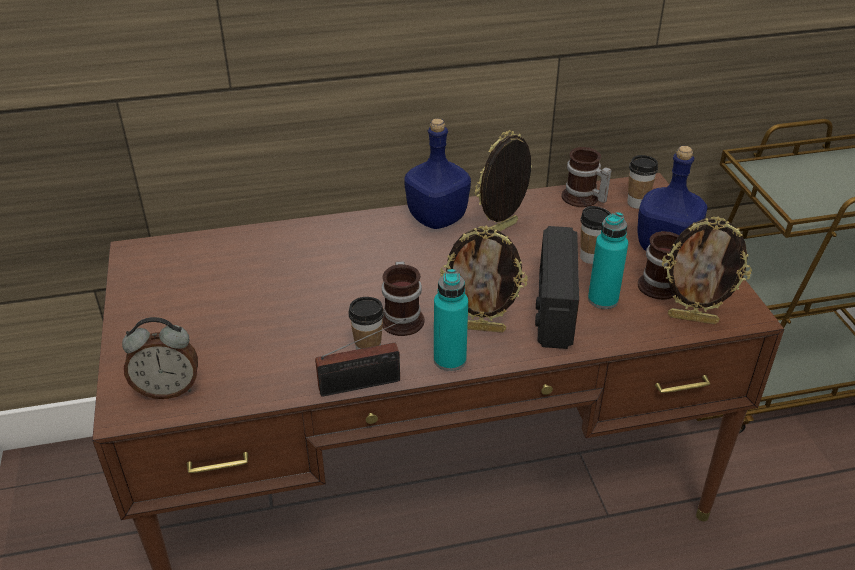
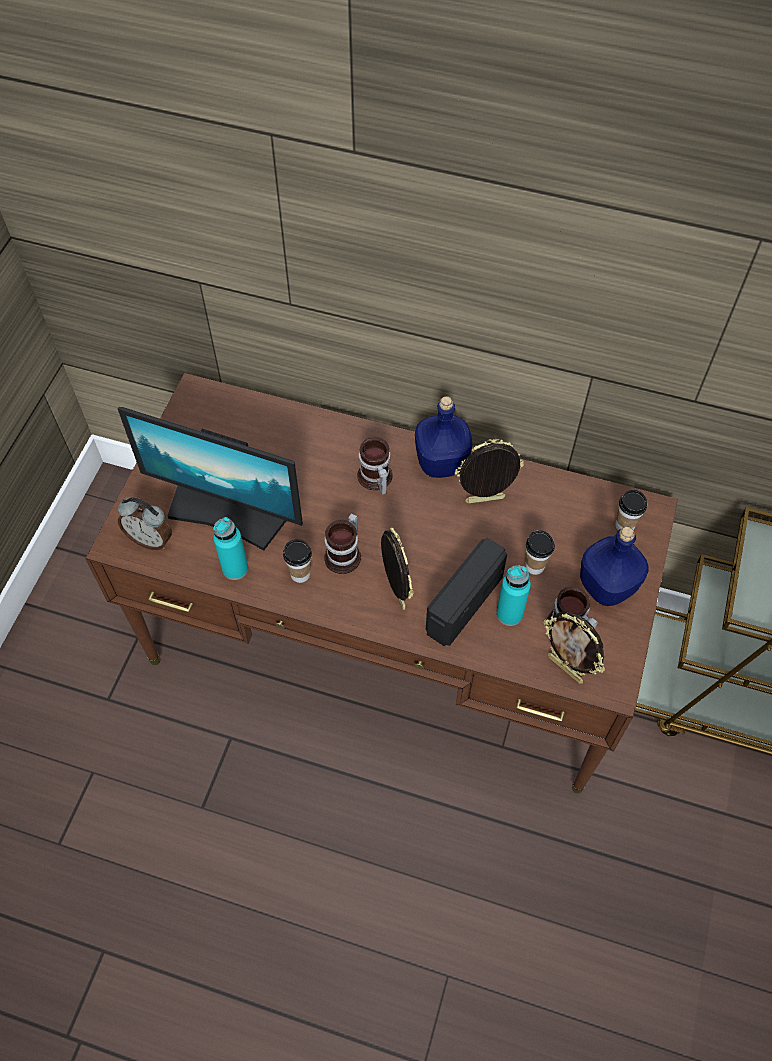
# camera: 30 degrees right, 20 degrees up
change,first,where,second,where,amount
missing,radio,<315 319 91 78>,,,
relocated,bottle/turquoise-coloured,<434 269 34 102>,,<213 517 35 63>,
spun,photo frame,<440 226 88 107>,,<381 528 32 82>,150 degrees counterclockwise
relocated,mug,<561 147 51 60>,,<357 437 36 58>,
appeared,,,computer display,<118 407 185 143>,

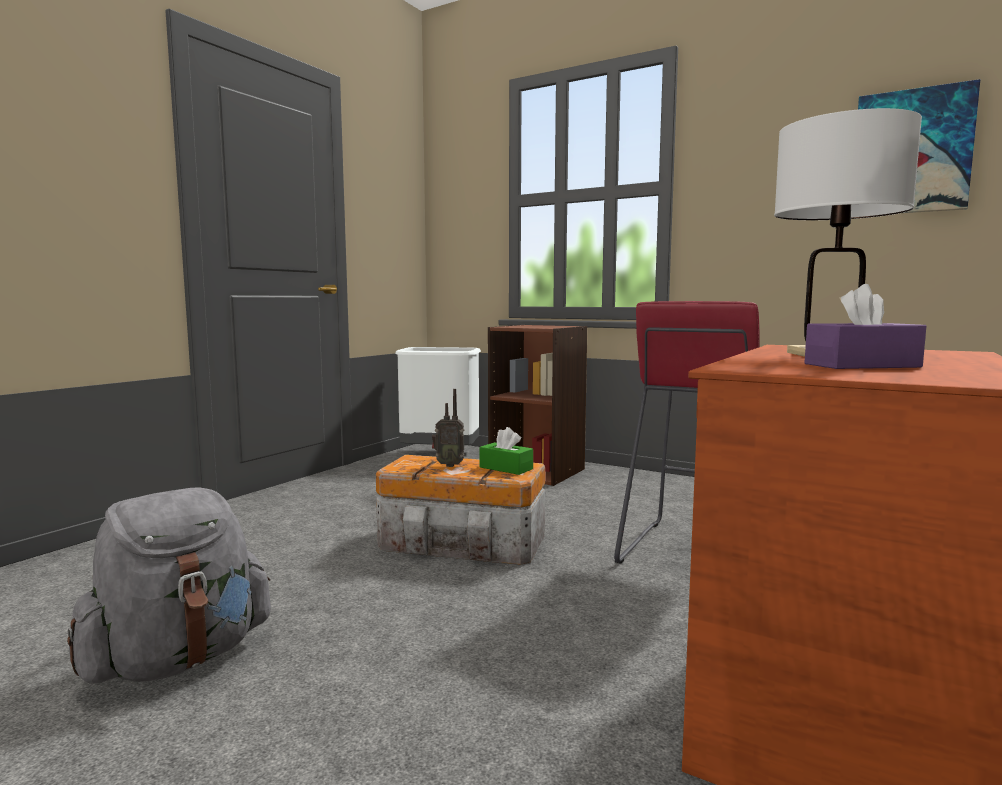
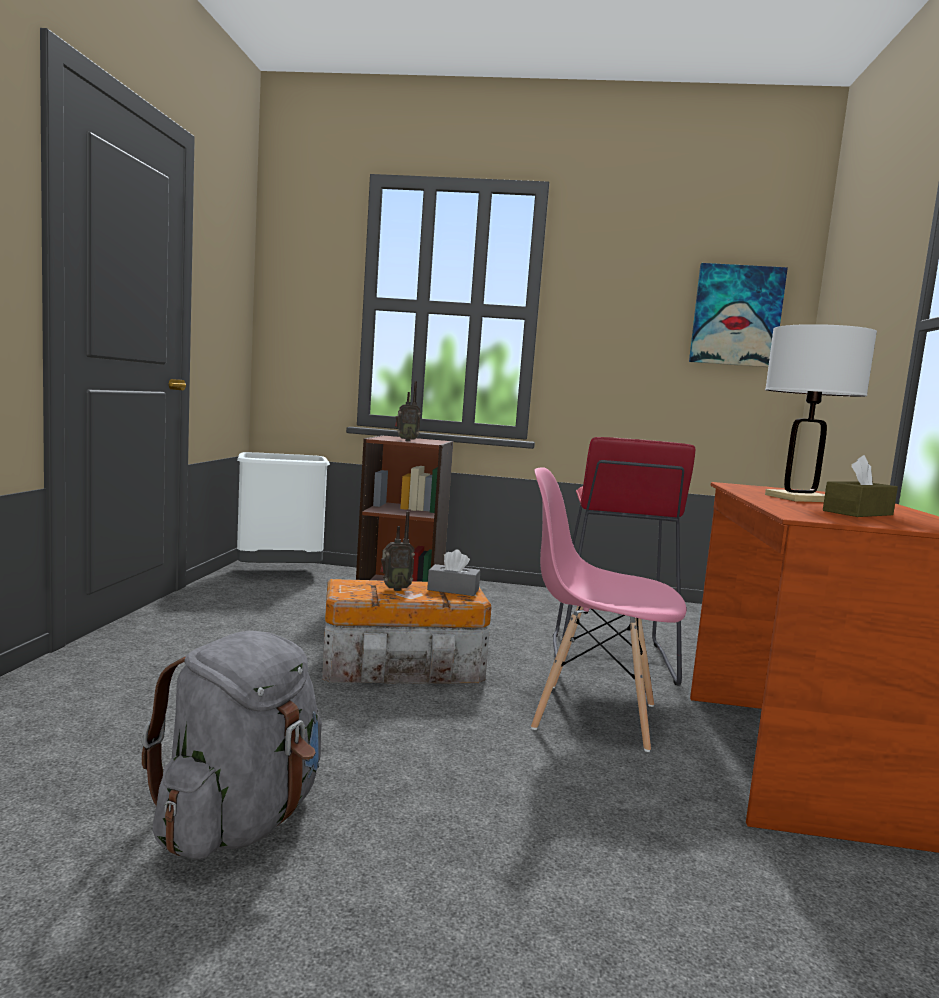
# camera: 25 degrees left, 0 degrees up
change,first,where,second,where,amount
colour,tissue box/greenish,<479 427 54 48>,tissue box/greyish,<427 549 53 47>,
colour,tissue box/purple-coloured,<804 284 123 85>,tissue box/brown-coloured,<823 455 75 62>,
appeared,,,radio,<395 381 26 60>,
appeared,,,upright chair/pink,<531 467 156 285>,

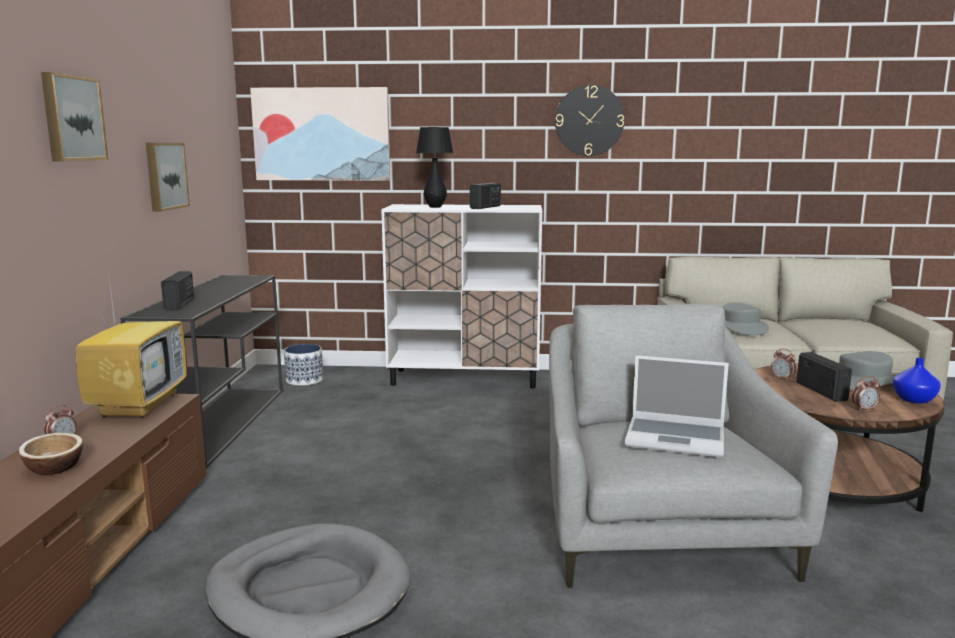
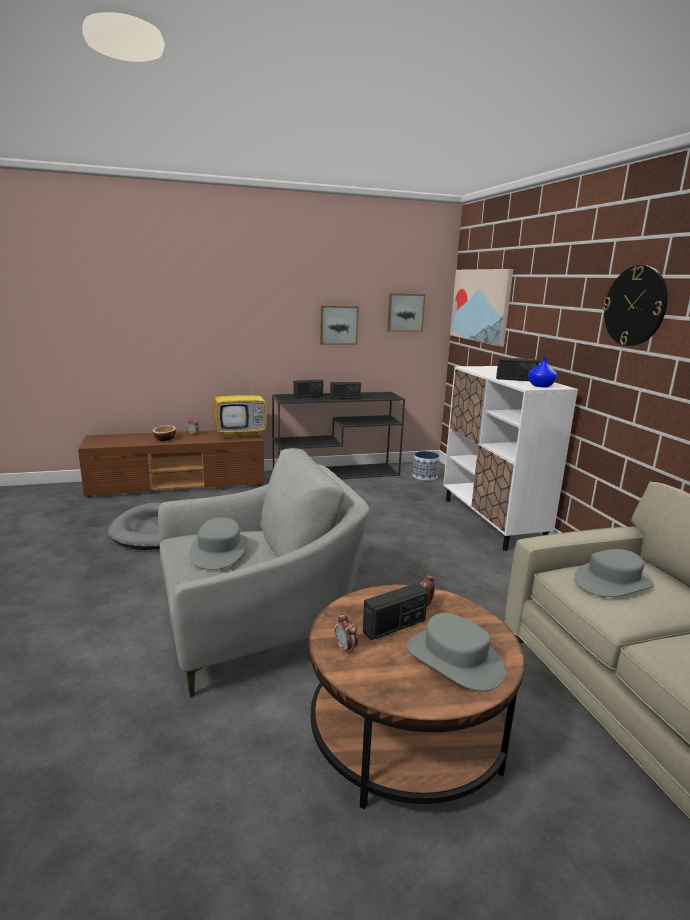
# camera: 70 degrees right, 5 degrees up
change,first,where,second,where,amount
relocated,picture,<41 72 67 89>,,<387 293 38 39>,
missing,table lamp/blackish,<416 127 37 81>,,,
exchanged,laptop,<625 355 104 102>,wearable hat/greyish,<189 518 59 52>,
relocated,vase/blue-coloured,<893 358 48 46>,,<528 357 29 30>,
appeared,,,radio,<330 382 31 17>,

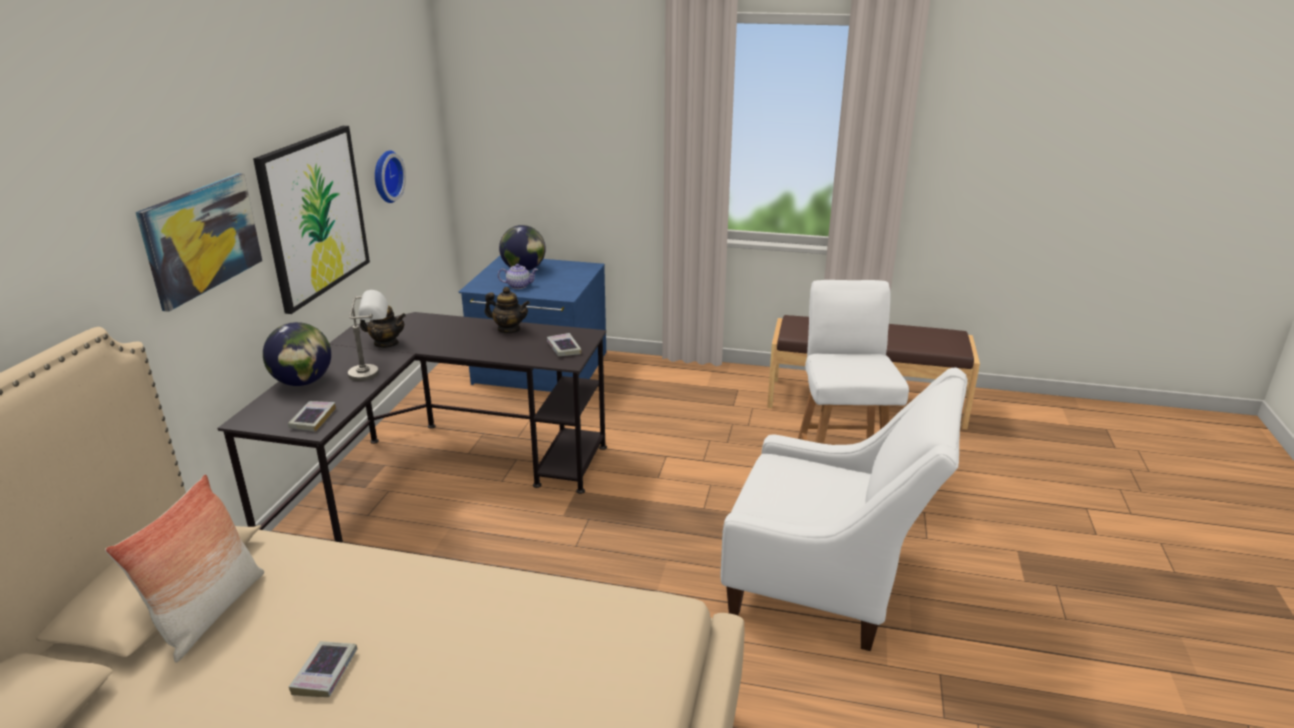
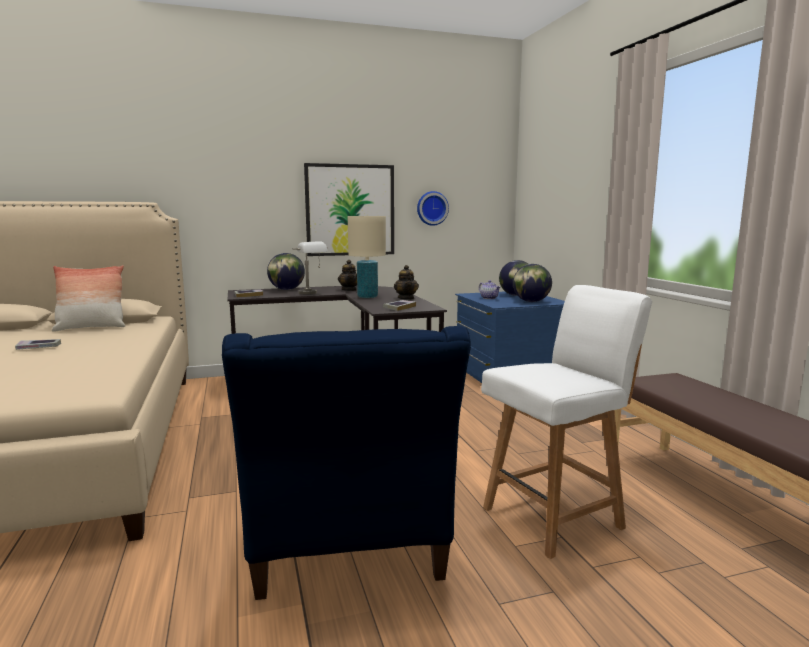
# camera: 60 degrees right, 15 degrees down
change,first,where,second,where,amount
missing,picture,<136 173 126 139>,,,
colour,easy chair/whitish,<720 367 248 284>,easy chair/blue-coloured,<222 326 249 274>,
appeared,,,table lamp/sand-coloured,<348 216 38 82>,
appeared,,,globe,<513 264 39 38>,

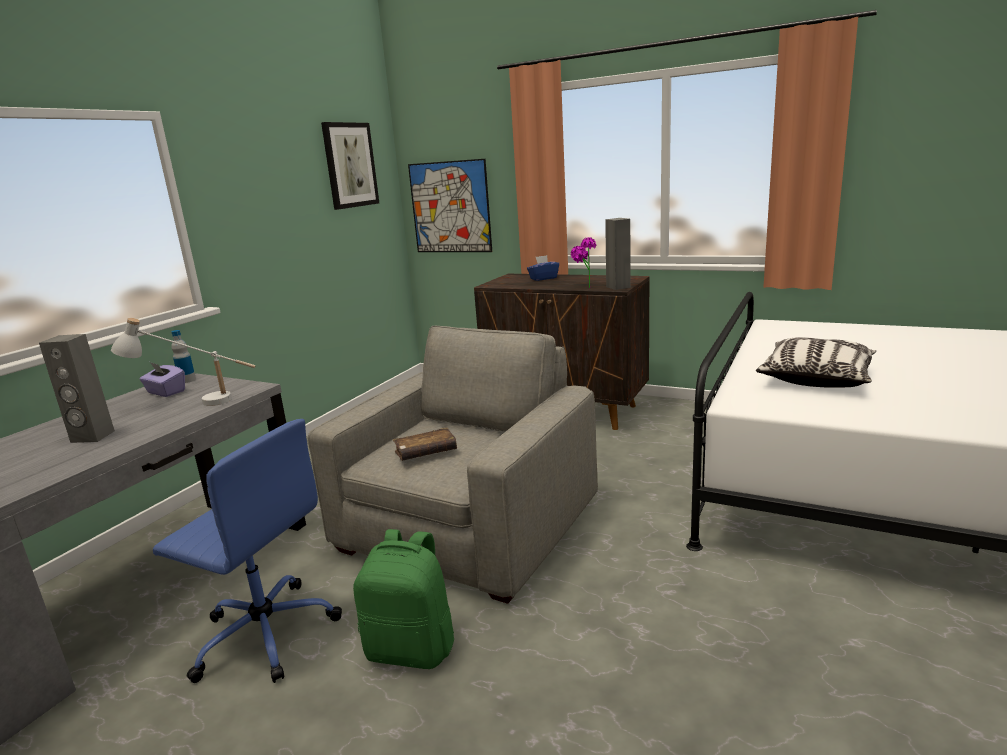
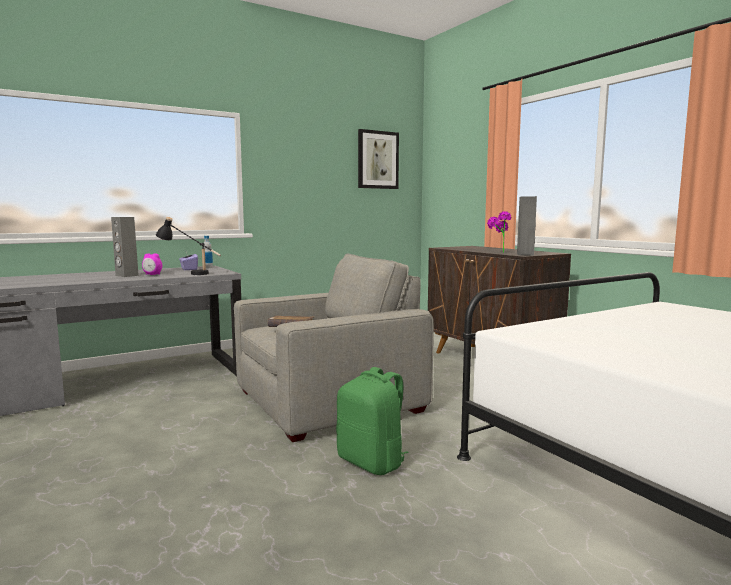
# camera: 30 degrees right, 10 degrees down
change,first,where,second,where,amount
colour,table lamp/whitish,<111 318 145 88>,table lamp/blackish,<156 217 65 58>,
missing,desk chair/blue-coloured,<153 419 189 264>,,,
relocated,rucksack/greenish,<353 529 101 140>,,<336 367 73 108>,
missing,picture,<408 159 84 93>,,,
missing,tissue box/blue-coloured,<527 255 32 26>,,,
missing,pillow,<756 337 120 51>,,,
appeared,,,table clock,<142 253 20 22>,

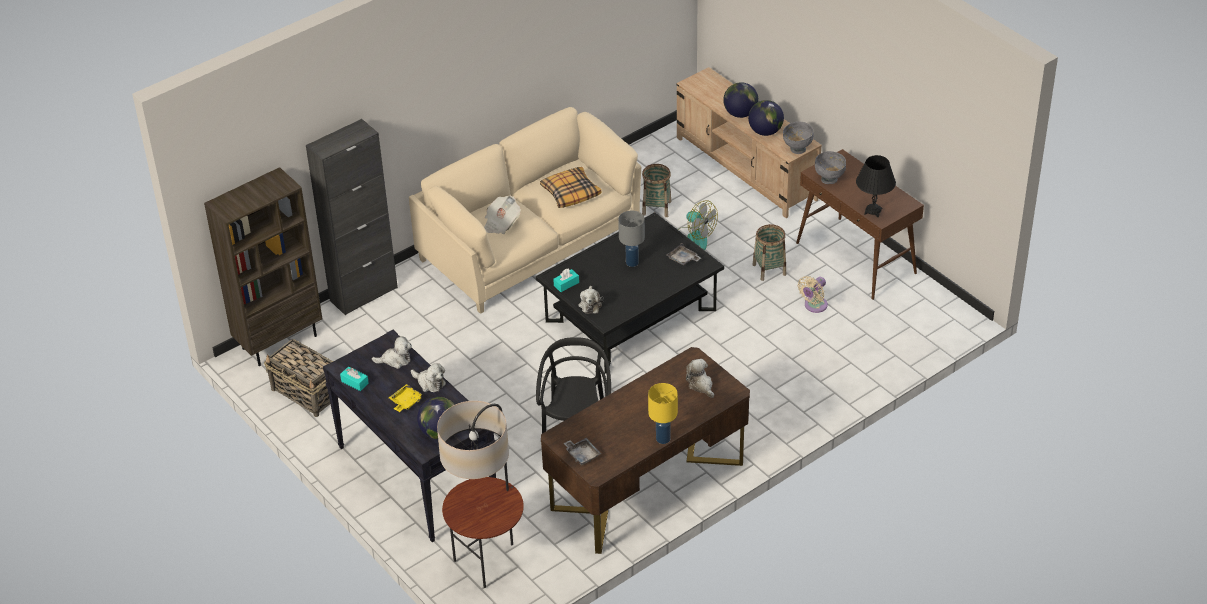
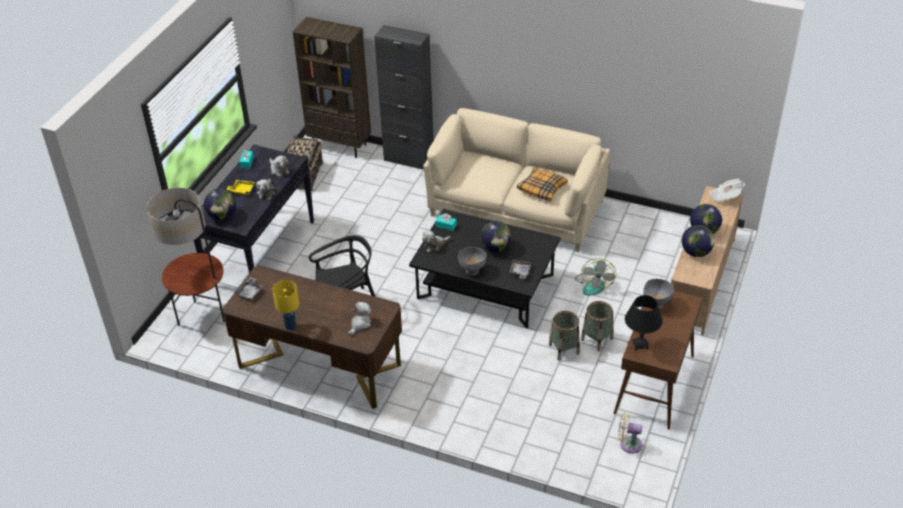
# camera: 60 degrees right, 0 degrees up
change,first,where,second,where,amount
relocated,newspaper,<484 196 37 38>,,<709 179 36 23>,
exchanged,table lamp/greyish,<618 211 27 56>,globe,<480 221 31 31>,
relocated,basket,<642 164 29 53>,,<549 311 31 50>,
relocated,serving bowl/greyish,<783 122 31 32>,,<458 247 28 28>,
relocated,cooling fan/sand-coloured,<798 276 30 37>,,<618 412 24 42>,

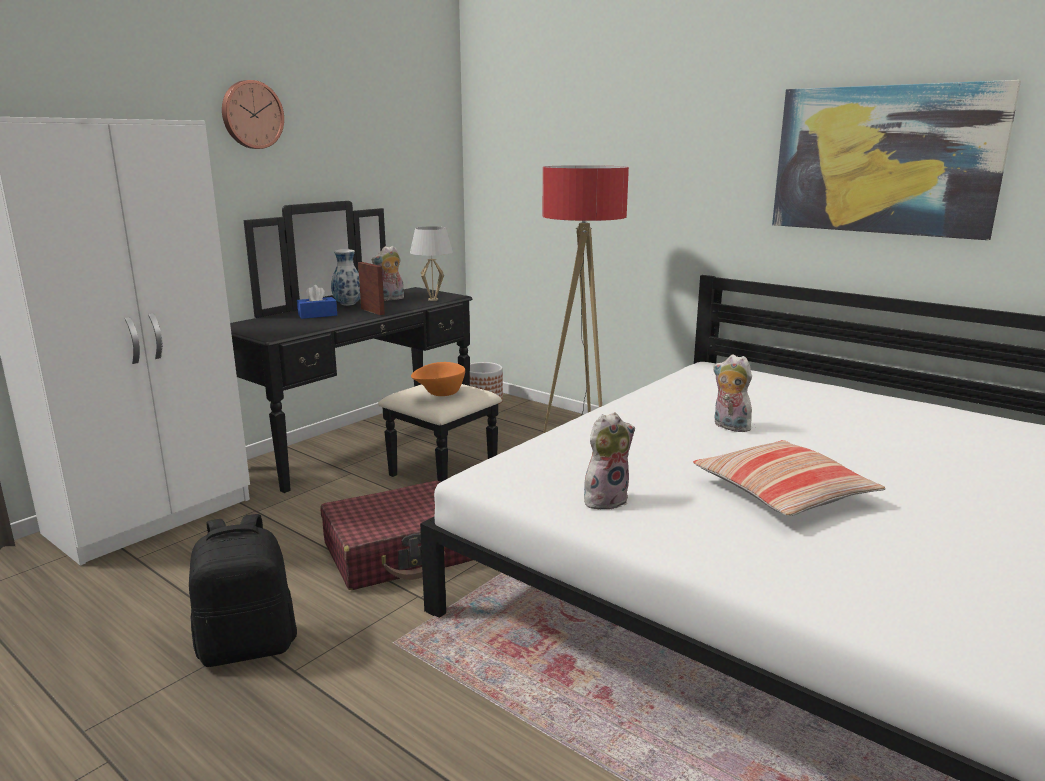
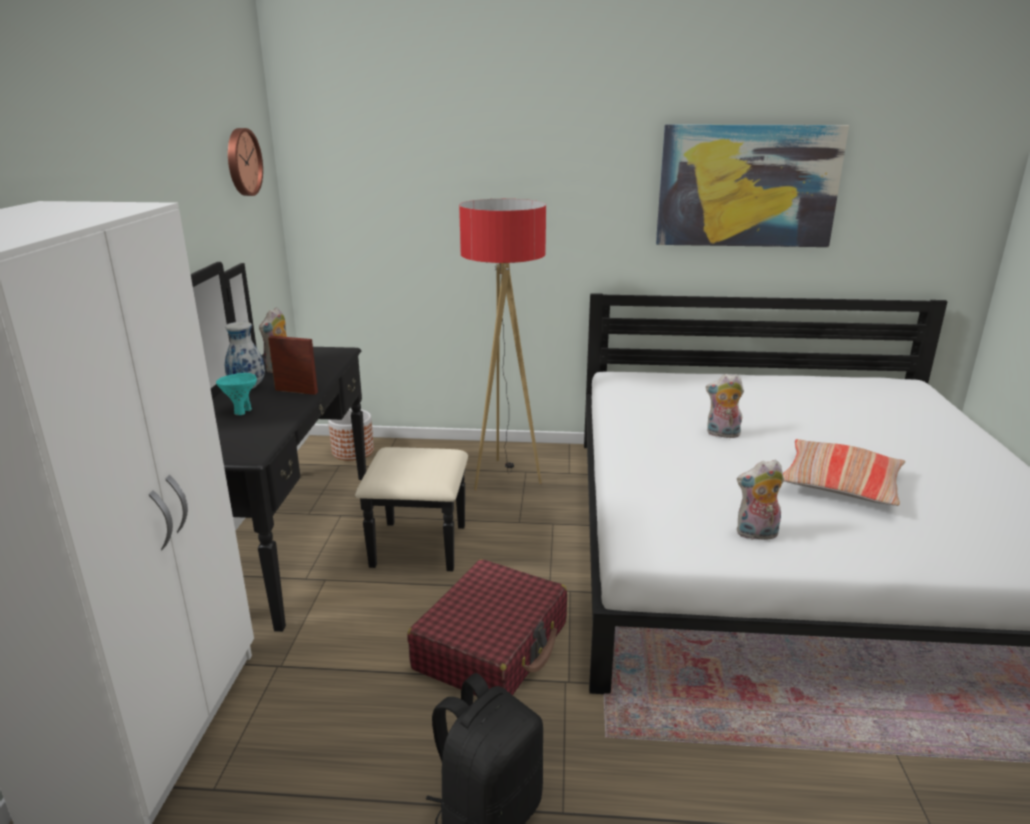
# camera: 35 degrees left, 5 degrees up
change,first,where,second,where,amount
relocated,hanging clock,<222 80 62 69>,,<228 128 35 68>,
exchanged,tissue box/blue-coloured,<297 285 40 34>,serving bowl/turquoise-coloured,<216 373 41 42>,
missing,table lamp/whitish,<410 226 43 75>,,,
missing,serving bowl/orangey,<411 362 54 34>,,,
spun,soft toy,<584 412 51 98>,,<737 459 47 81>,120 degrees counterclockwise

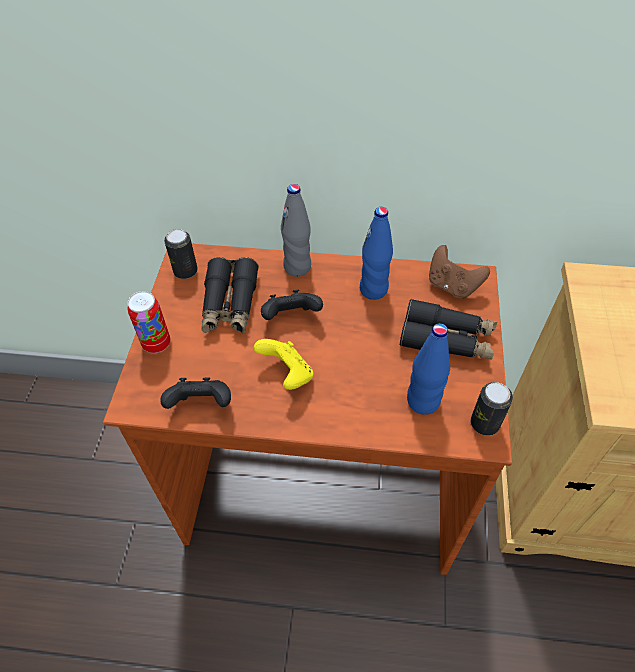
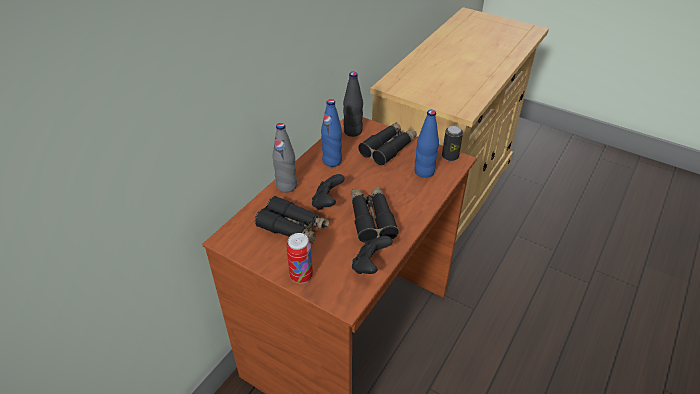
# camera: 65 degrees left, 10 degrees down
change,first,where,second,where,amount
missing,metal can,<164 229 34 50>,,,
exchanged,joypad/yellow-coloured,<254 339 59 51>,binoculars/blackish,<351 187 48 56>,
exchanged,joypad/brown-coloured,<429 245 61 54>,bottle/blackish,<343 72 20 65>,

